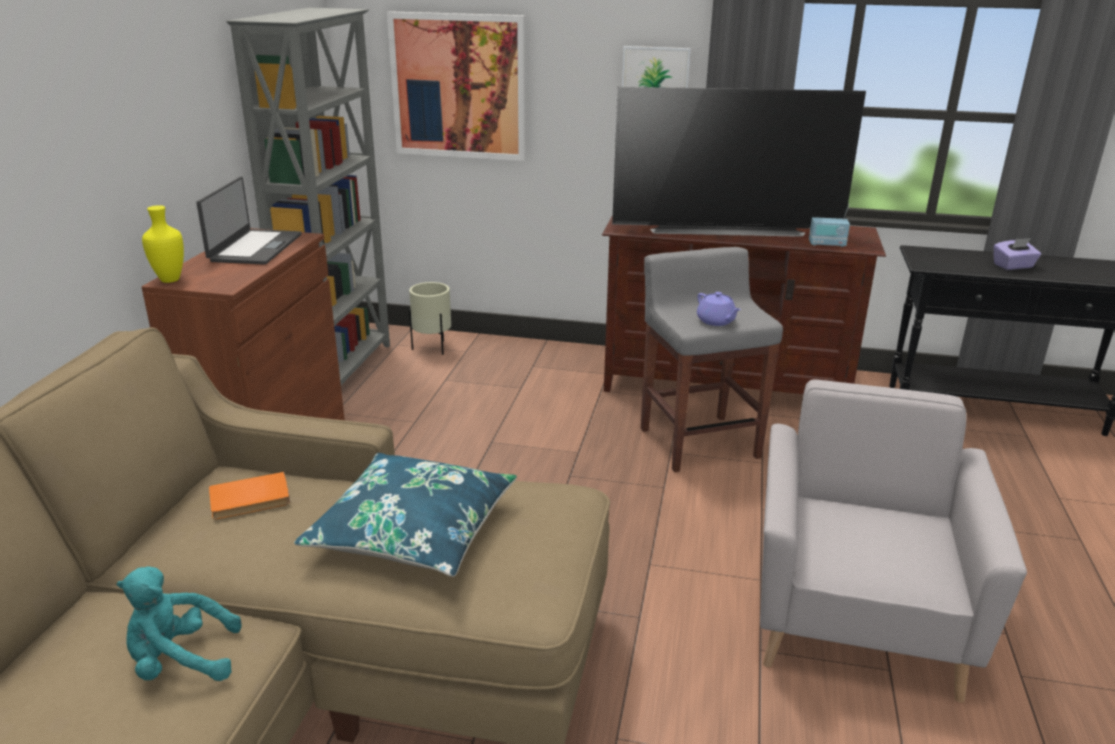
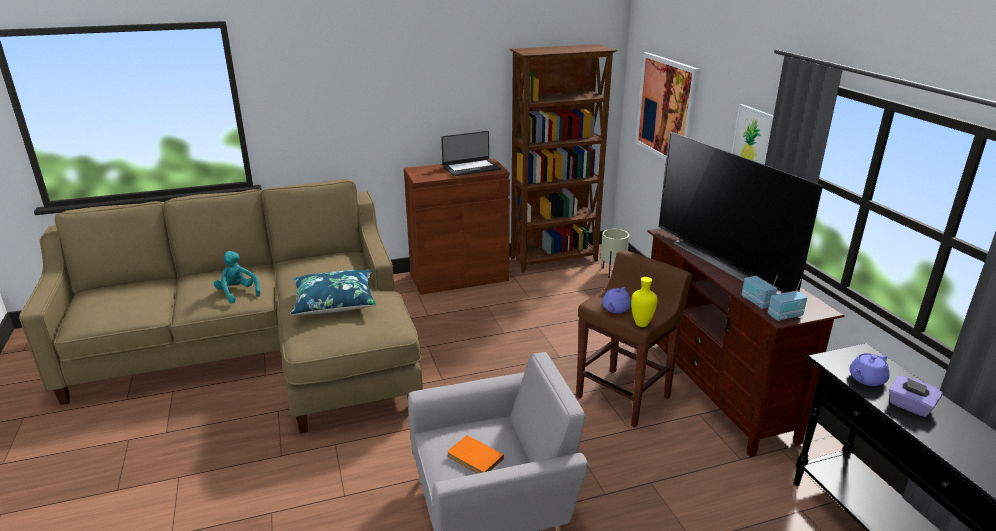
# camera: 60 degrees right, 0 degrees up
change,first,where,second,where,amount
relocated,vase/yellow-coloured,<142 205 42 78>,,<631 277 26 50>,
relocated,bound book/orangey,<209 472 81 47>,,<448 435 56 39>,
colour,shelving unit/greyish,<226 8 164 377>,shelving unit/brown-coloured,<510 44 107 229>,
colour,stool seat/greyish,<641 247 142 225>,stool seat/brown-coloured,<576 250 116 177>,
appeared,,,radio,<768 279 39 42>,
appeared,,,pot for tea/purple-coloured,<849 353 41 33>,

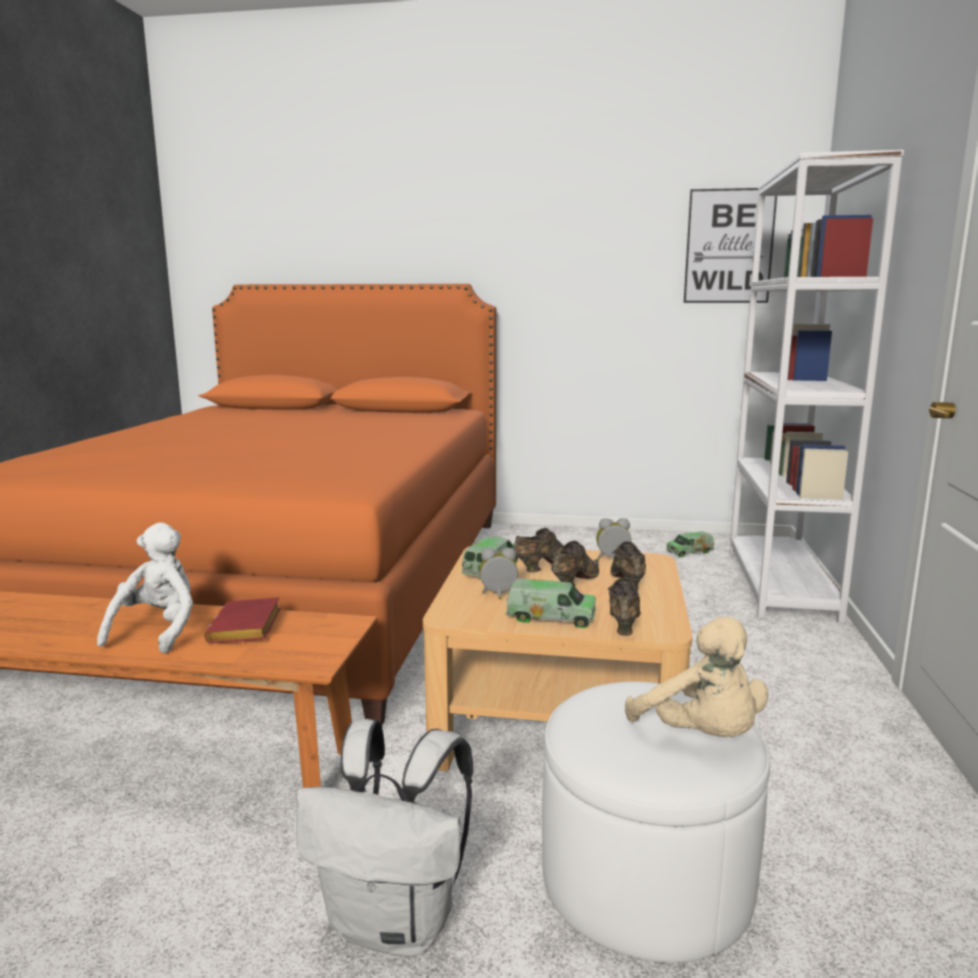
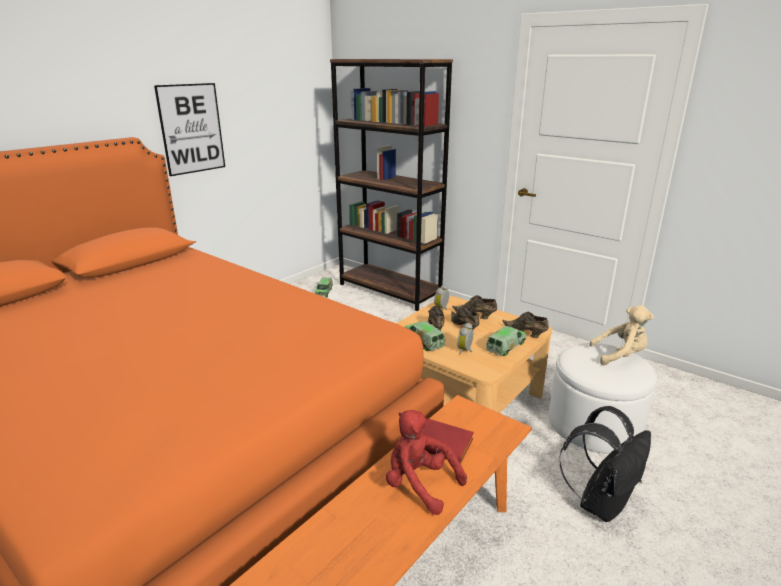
# camera: 60 degrees left, 10 degrees up
change,first,where,second,where,amount
colour,soft toy/whitish,<97 522 96 132>,soft toy/red-coloured,<386 410 81 105>,
colour,rucksack/whitish,<296 719 177 238>,rucksack/blackish,<560 406 91 116>,
relocated,picture,<684 188 93 115>,,<154 83 71 93>,
colour,shelving unit/whitish,<730 150 174 473>,shelving unit/brown-coloured,<330 59 123 252>,

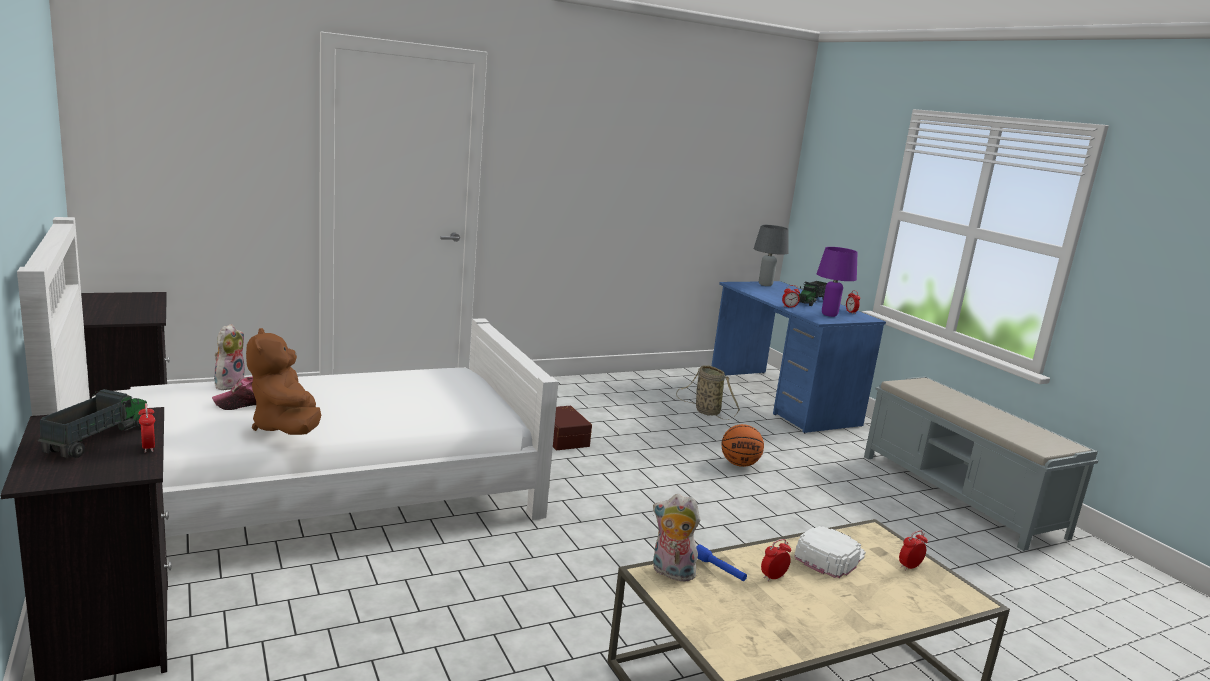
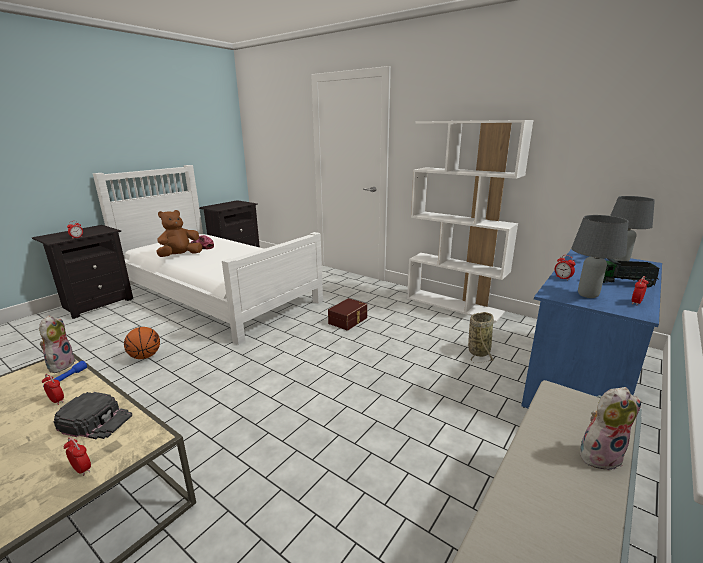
# camera: 65 degrees right, 5 degrees up
change,first,where,second,where,amount
missing,model truck,<38 389 109 69>,,,
relocated,soft toy,<214 324 31 66>,,<580 387 62 83>,
relocated,ball for basketball,<721 424 43 43>,,<124 327 36 32>,
colour,peaked cap/whitish,<794 526 72 52>,peaked cap/blackish,<54 392 78 47>,
colour,table lamp/purple-coloured,<817 247 40 70>,table lamp/greyish,<571 215 57 83>,
appeared,,,shelving unit/whitish,<407 120 127 202>,

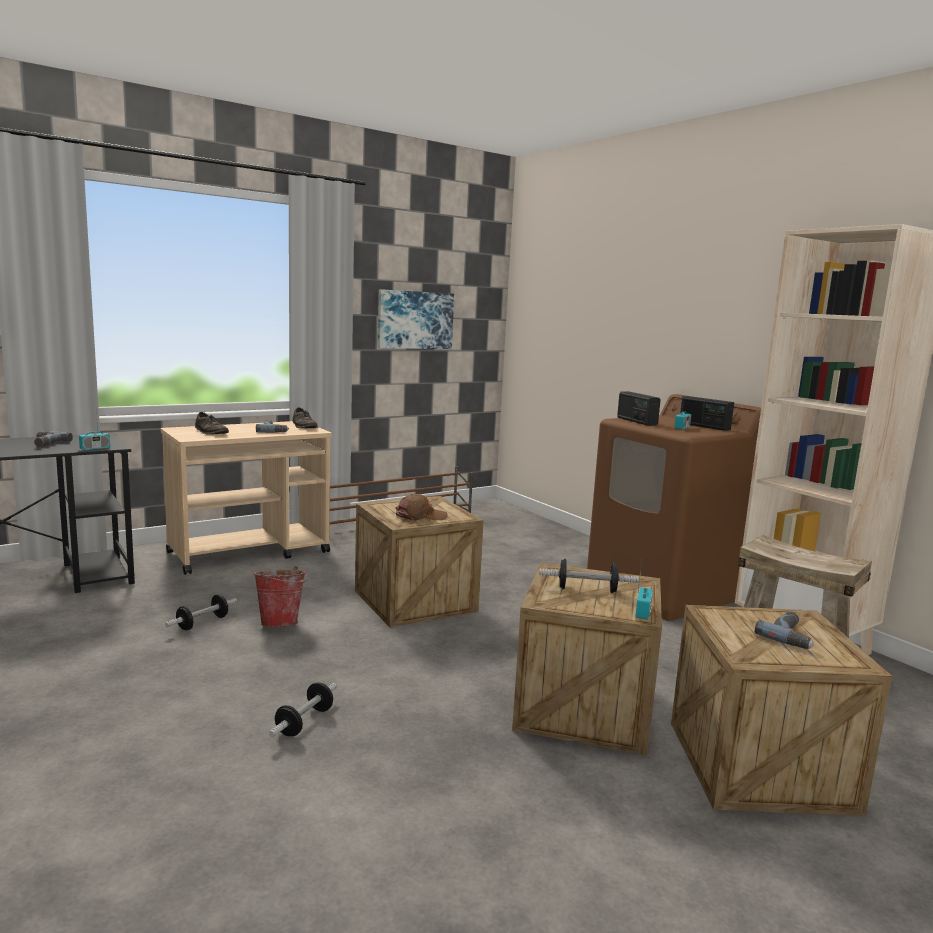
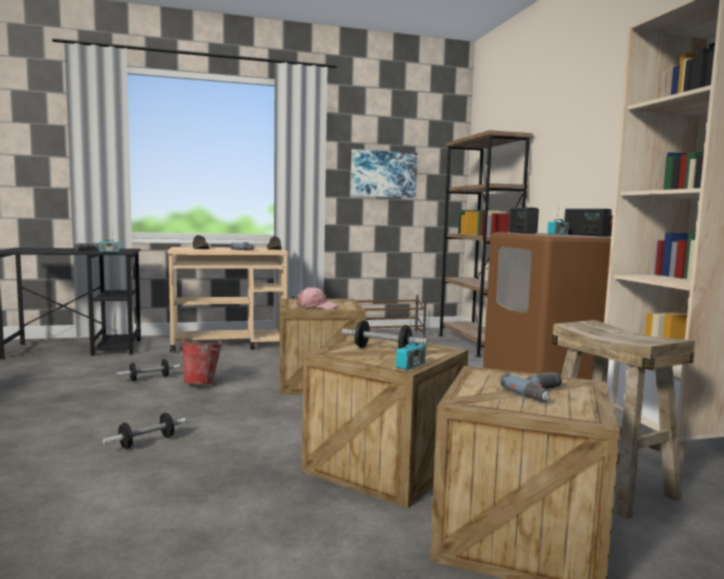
# camera: 20 degrees right, 5 degrees down
change,first,where,second,where,amount
colour,peaked cap/brown-coloured,<396 494 51 26>,peaked cap/pink,<296 287 43 22>,
appeared,,,shelving unit/brown-coloured,<439 130 94 227>,

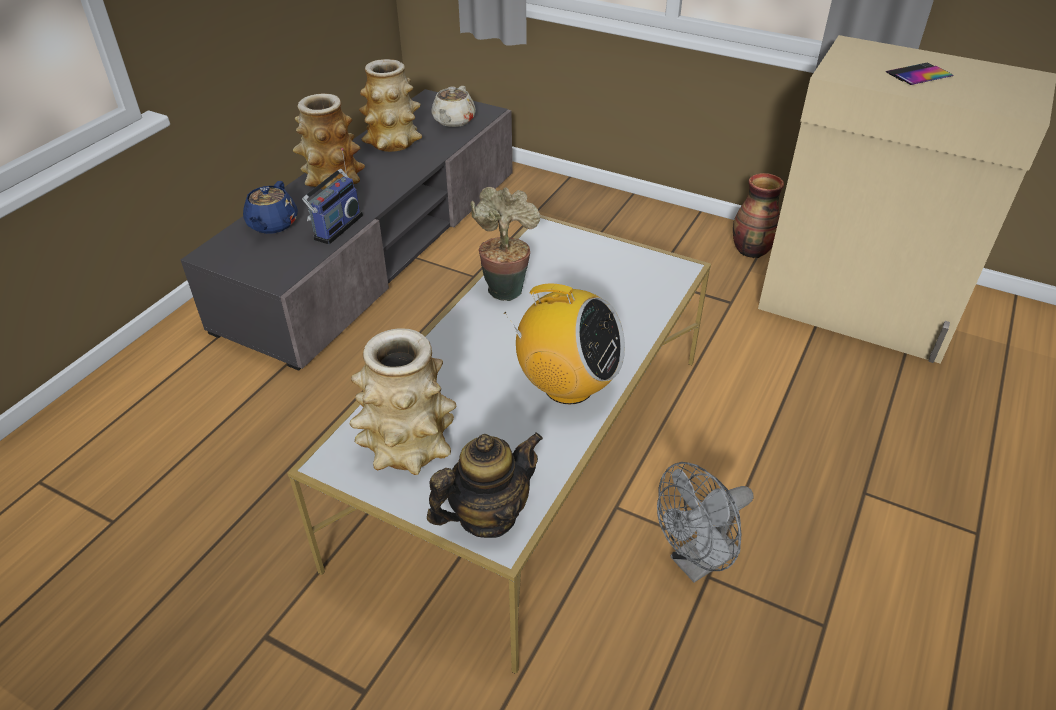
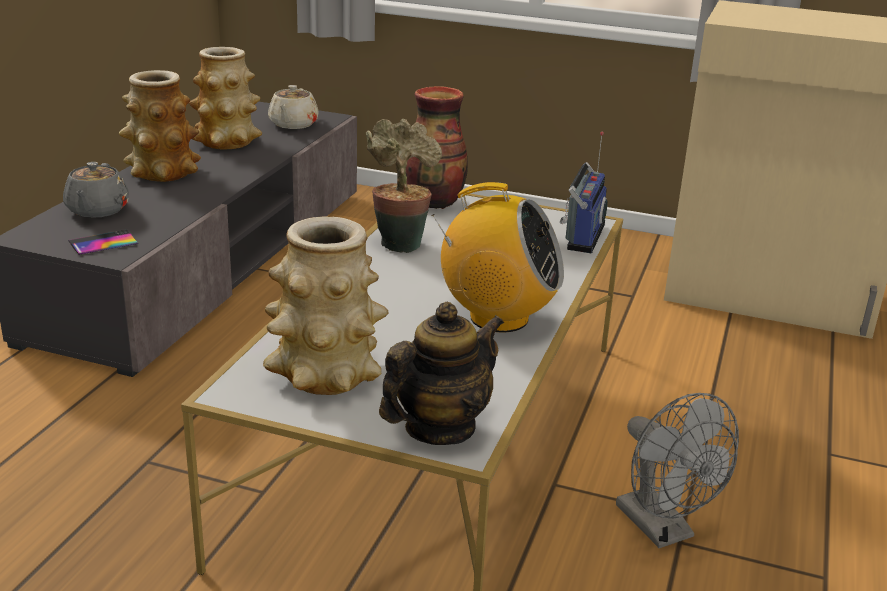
# camera: 10 degrees left, 15 degrees down
change,first,where,second,where,amount
colour,pot for tea/blue-coloured,<243 181 55 53>,pot for tea/greyish,<63 162 66 56>,
relocated,radio,<302 148 61 97>,,<560 132 48 121>,
spun,cooling fan/greyish,<657 462 96 121>,,<616 393 123 155>,75 degrees counterclockwise
relocated,vase,<733 173 51 85>,,<406 86 62 123>,
relocated,telephone,<886 62 68 23>,,<68 230 70 25>,

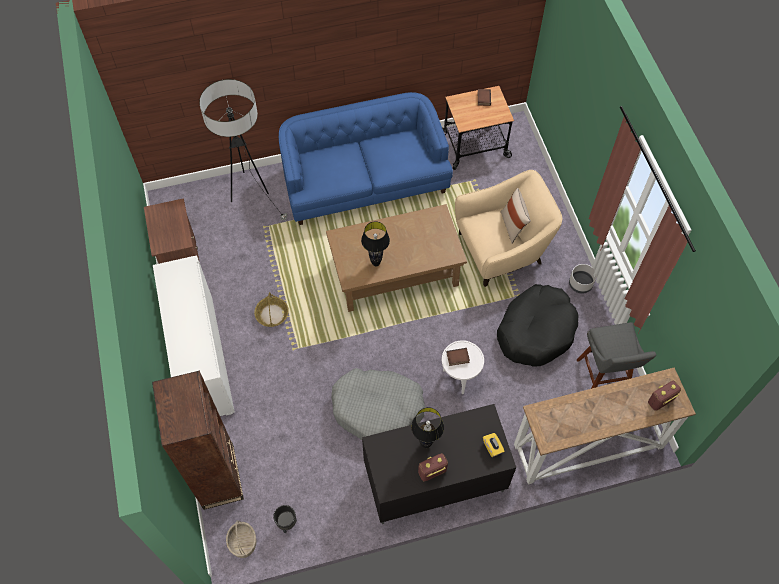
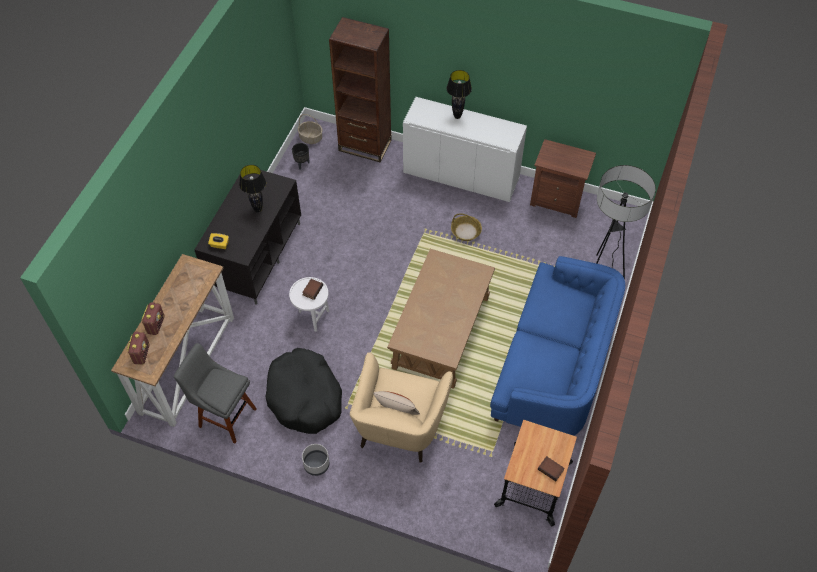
# camera: 125 degrees right, 5 degrees down
change,first,where,second,where,amount
missing,pet bed/greyish,<331 368 95 72>,,,
relocated,table lamp/blackish,<361 221 29 46>,,<447 70 25 49>,
relocated,radio,<418 453 30 29>,,<142 302 22 33>,

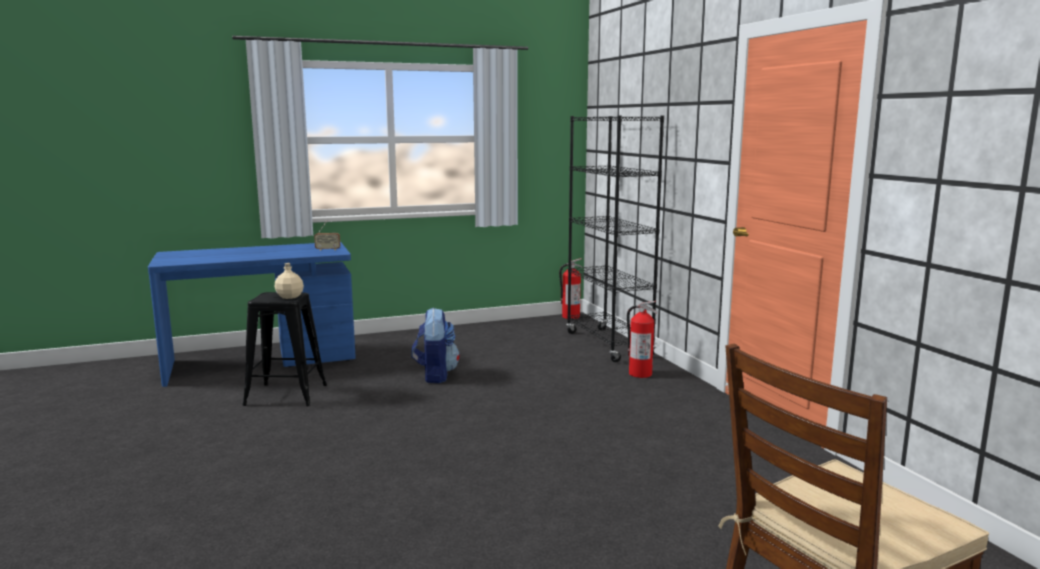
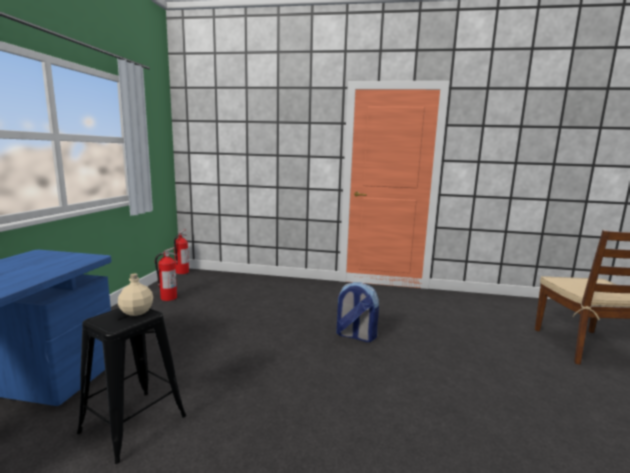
# camera: 60 degrees left, 0 degrees up
change,first,where,second,where,amount
missing,radio,<314 220 26 31>,,,
relocated,rucksack,<411 308 49 75>,,<336 282 43 60>,
missing,shelving unit/blackish,<566 115 98 247>,,,
relocated,fire extinguisher,<627 301 30 77>,,<155 247 22 54>,

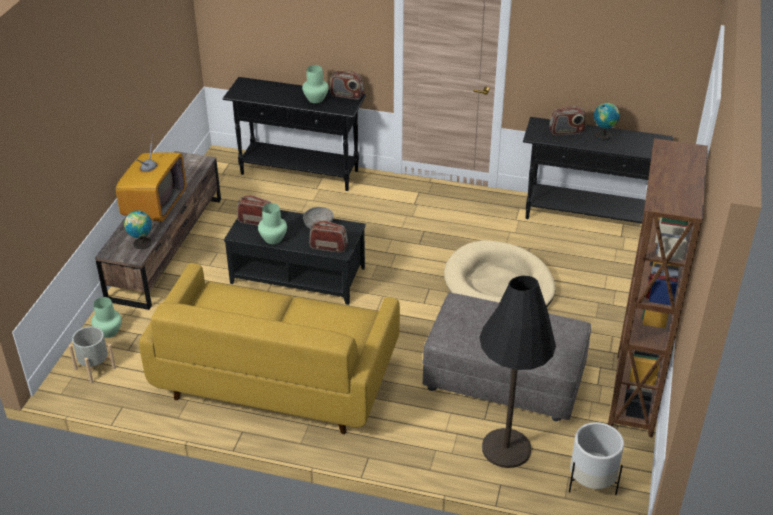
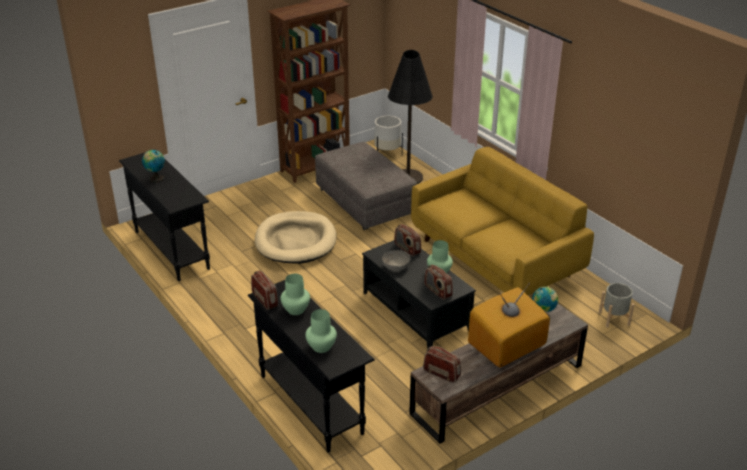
# camera: 140 degrees left, 5 degrees down
change,first,where,second,where,amount
relocated,vase/greenish,<91 297 31 41>,,<305 309 32 44>,
relocated,radio,<549 105 37 30>,,<423 346 38 37>,

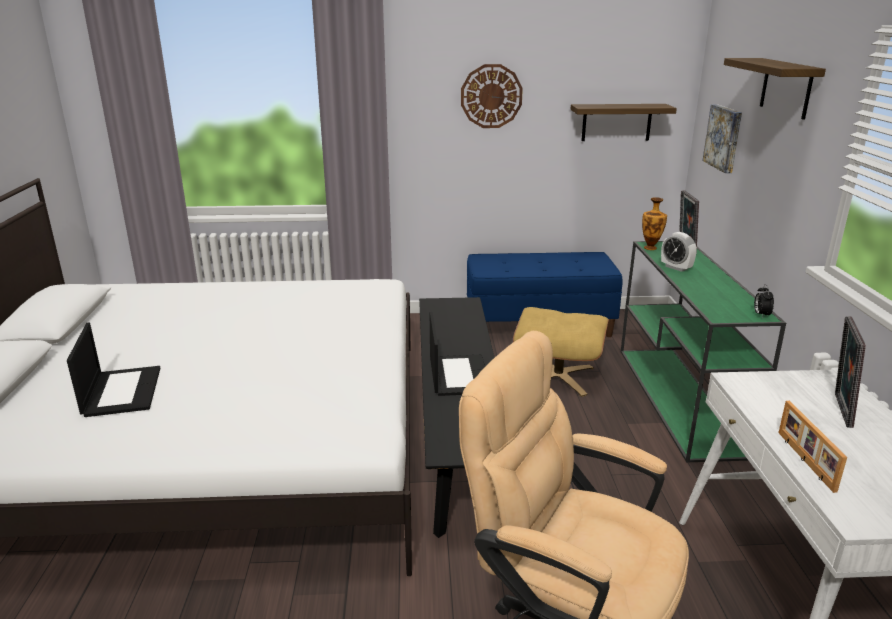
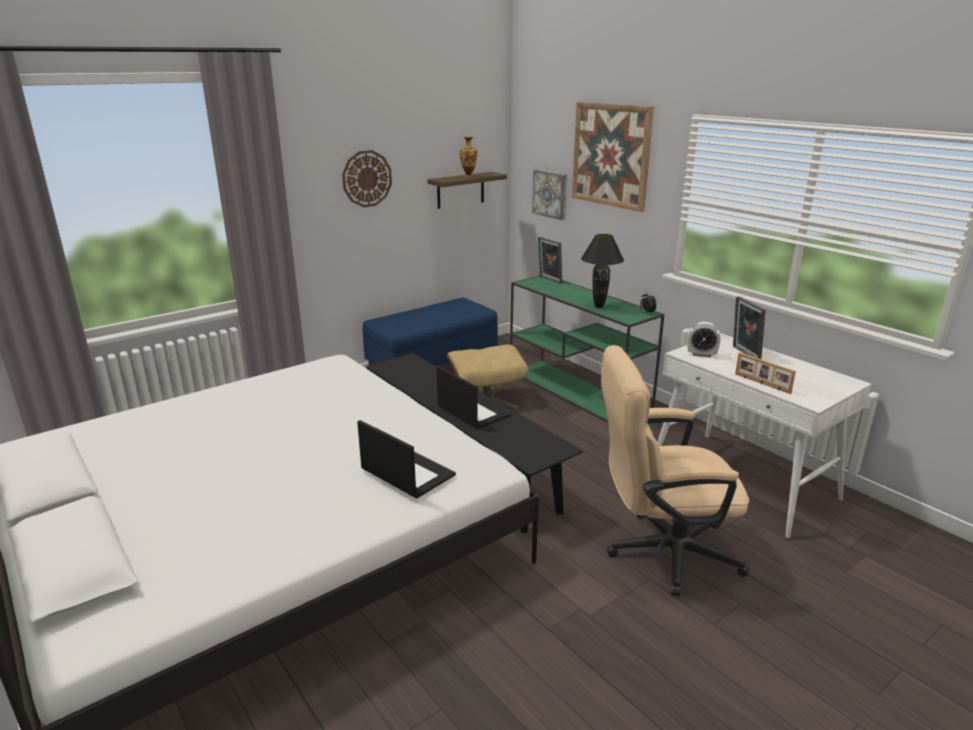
# camera: 35 degrees left, 0 degrees up
change,first,where,second,where,amount
relocated,laptop,<67 322 93 95>,,<357 420 99 78>,
relocated,vase,<642 197 25 53>,,<460 137 17 40>,
relocated,table clock,<661 232 36 40>,,<688 322 32 36>,
exchanged,wall shelf,<724 58 102 62>,picture,<572 102 82 110>,
appeared,,,table lamp/blackish,<581 234 43 74>,

